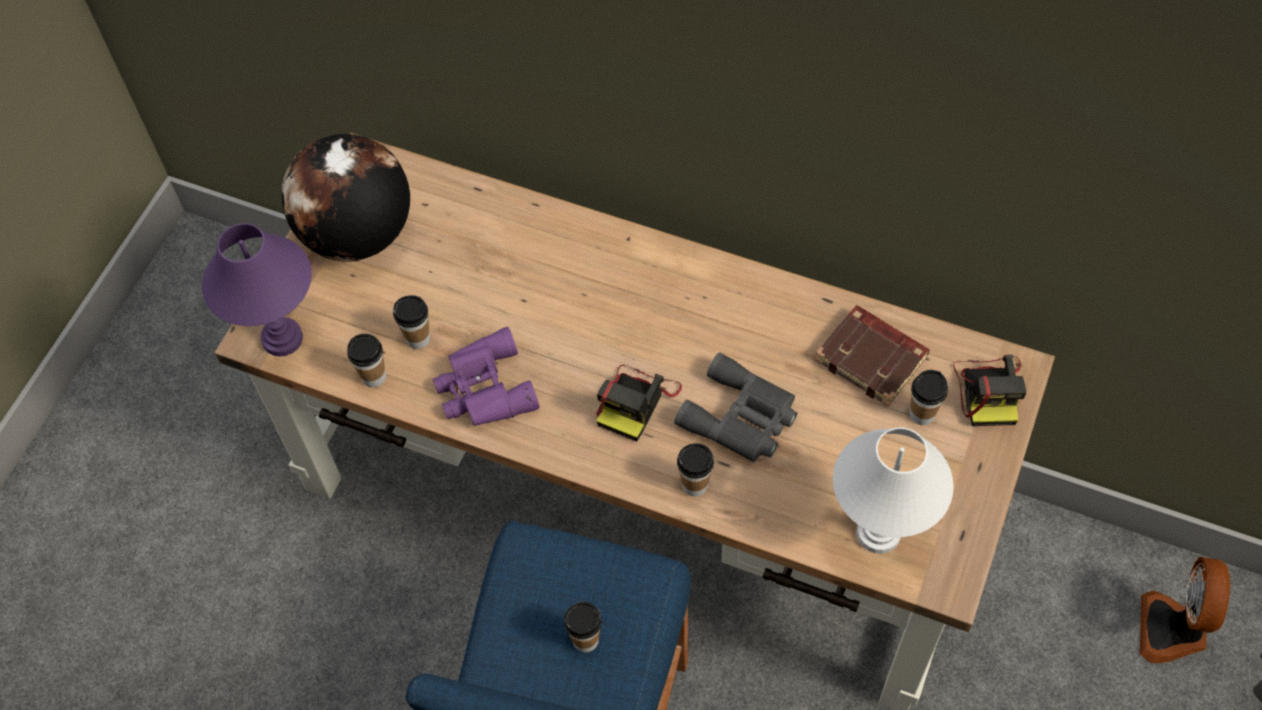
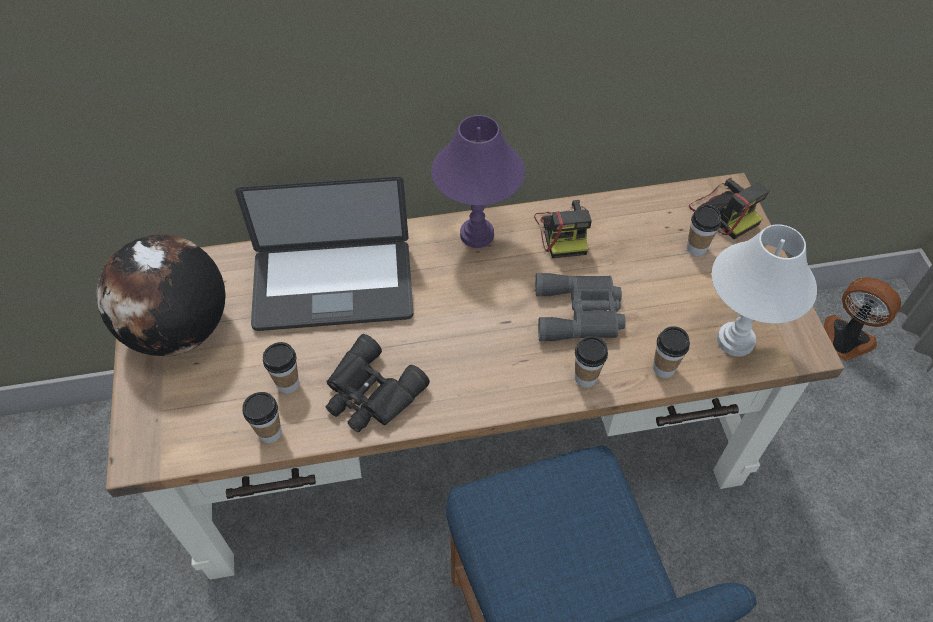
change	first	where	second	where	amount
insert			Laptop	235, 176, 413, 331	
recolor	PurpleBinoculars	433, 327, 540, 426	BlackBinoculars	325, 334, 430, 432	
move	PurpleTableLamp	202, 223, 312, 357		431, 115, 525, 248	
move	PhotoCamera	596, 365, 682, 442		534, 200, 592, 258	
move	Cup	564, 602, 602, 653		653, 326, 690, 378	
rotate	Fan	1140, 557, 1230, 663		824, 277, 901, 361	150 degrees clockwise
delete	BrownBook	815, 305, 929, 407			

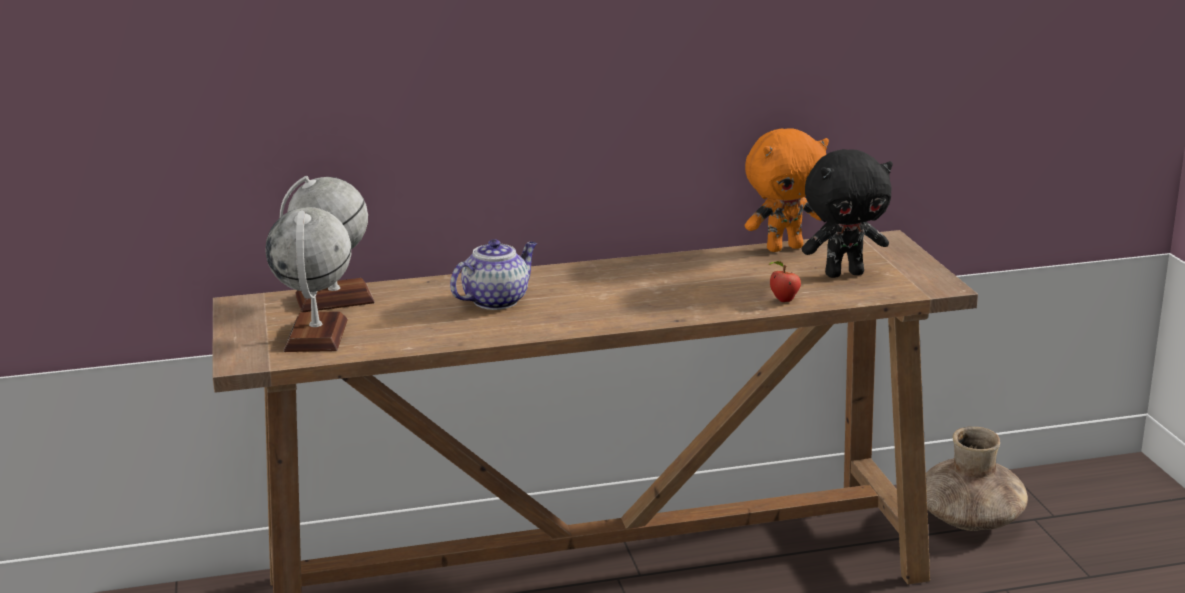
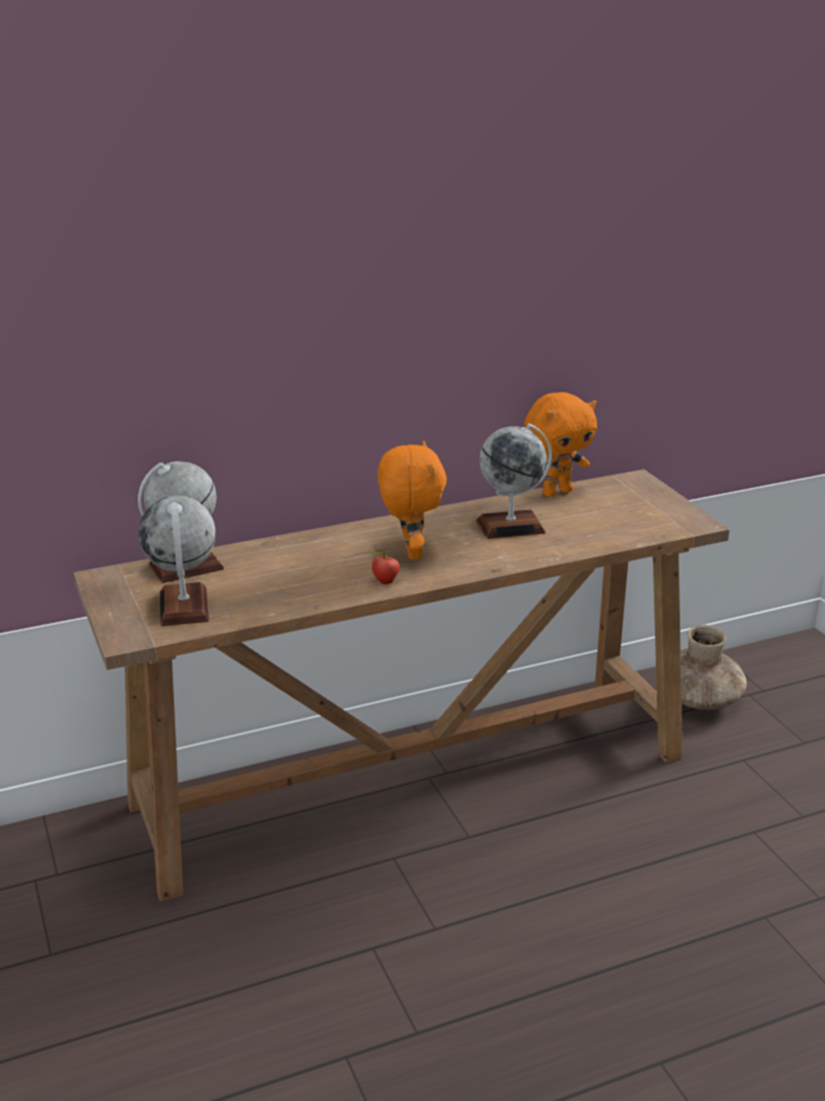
change	first	where	second	where	amount
move	Apple	769, 261, 801, 302		370, 550, 400, 585	
insert			OrangePlushToy	377, 441, 447, 560	
insert			Globe	476, 423, 552, 539	
delete	Teapot	450, 239, 537, 310			
delete	BlackPlushToy	802, 149, 893, 278			

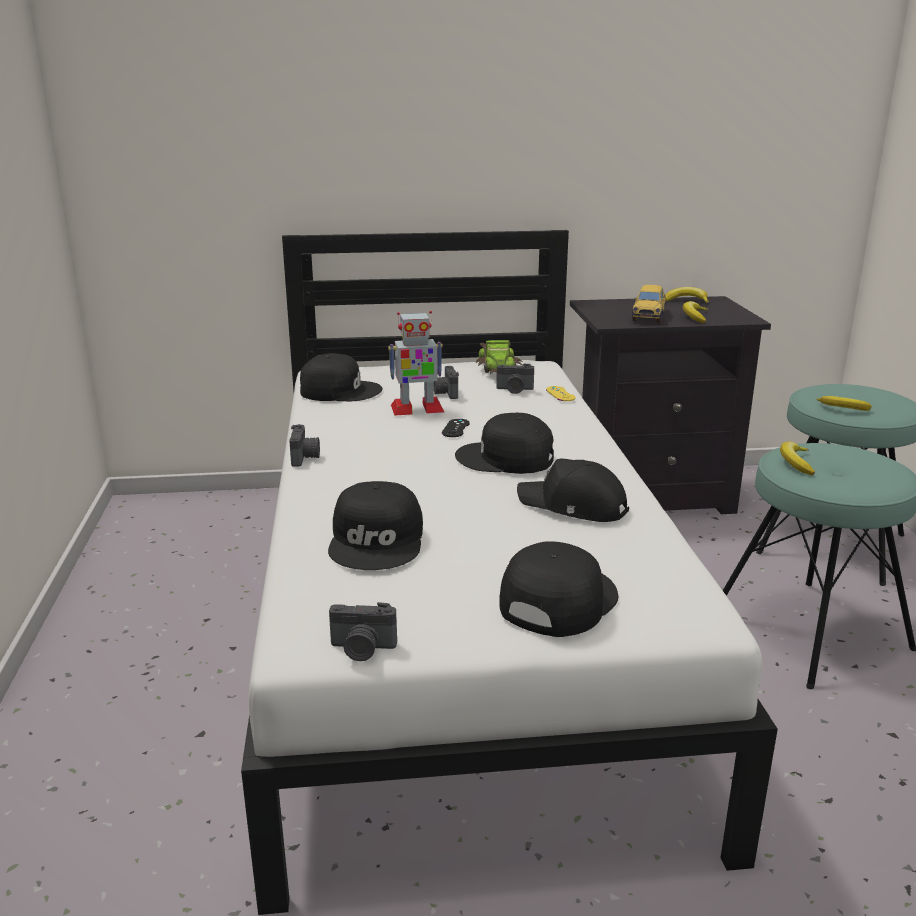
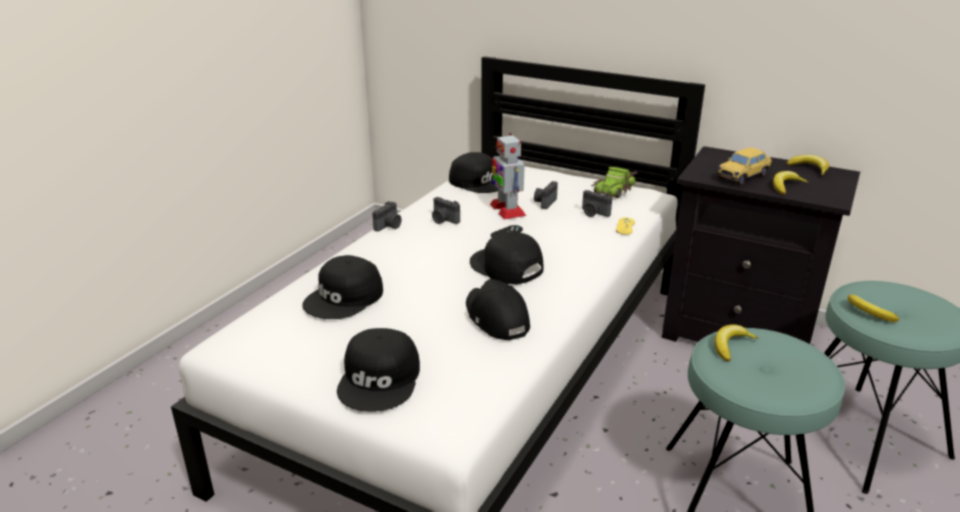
change	first	where	second	where	amount
rotate	BlackCap	499, 541, 618, 637		337, 328, 420, 412	120 degrees clockwise
move	PhotoCamera	329, 602, 397, 661		432, 197, 460, 224	
rotate	ToyRobot	388, 311, 444, 416		490, 133, 526, 220	45 degrees clockwise

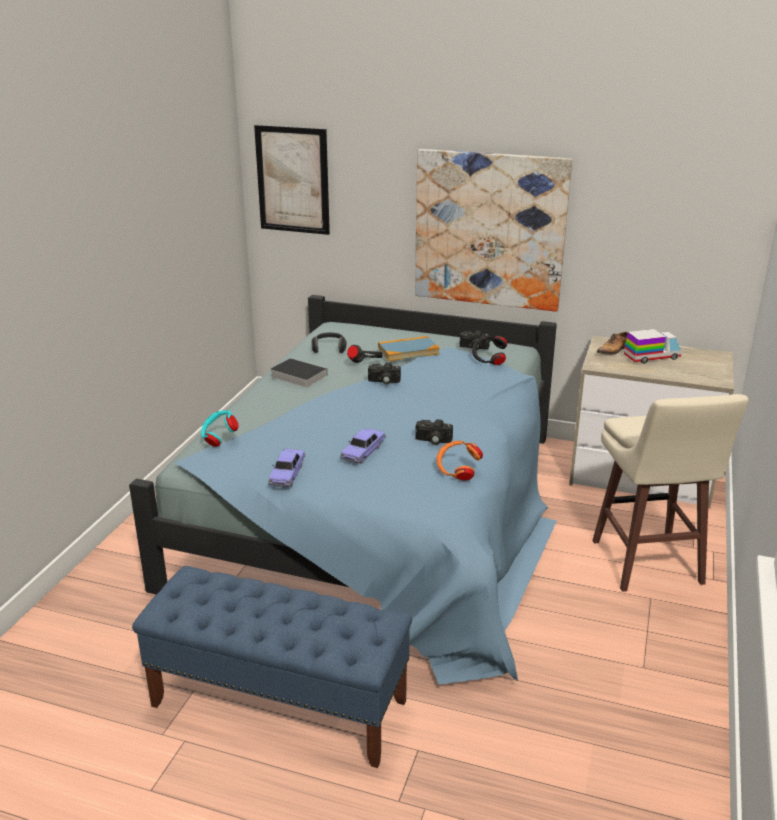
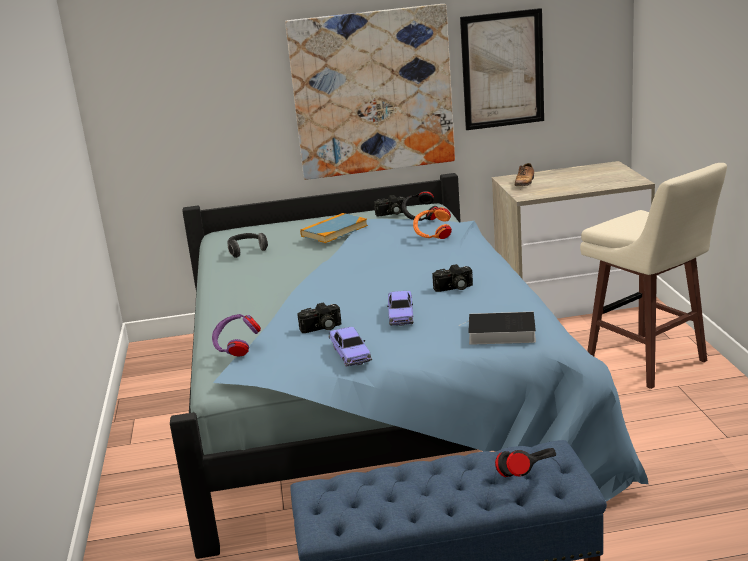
change	first	where	second	where	amount
recolor	TurquoiseHeadphones	201, 410, 239, 447	PurpleHeadphones	212, 314, 261, 356	
move	PhotoCamera	368, 362, 401, 384		297, 303, 342, 333	
move	OrangeHeadphones	436, 441, 483, 481		413, 207, 452, 239	
move	Book	270, 358, 327, 388		459, 312, 536, 345	
move	Picture	254, 125, 330, 235		460, 8, 544, 130	
move	BlackHeadphones	347, 345, 383, 363		495, 448, 556, 477	
delete	ToyTruck	624, 329, 682, 364			

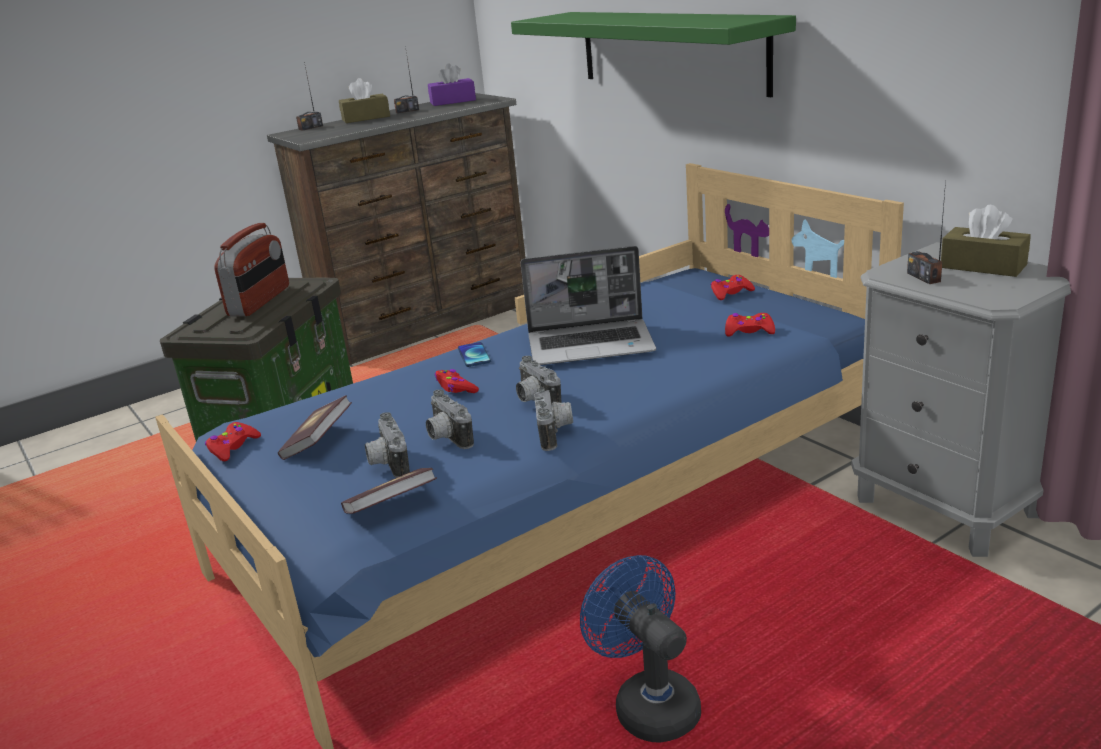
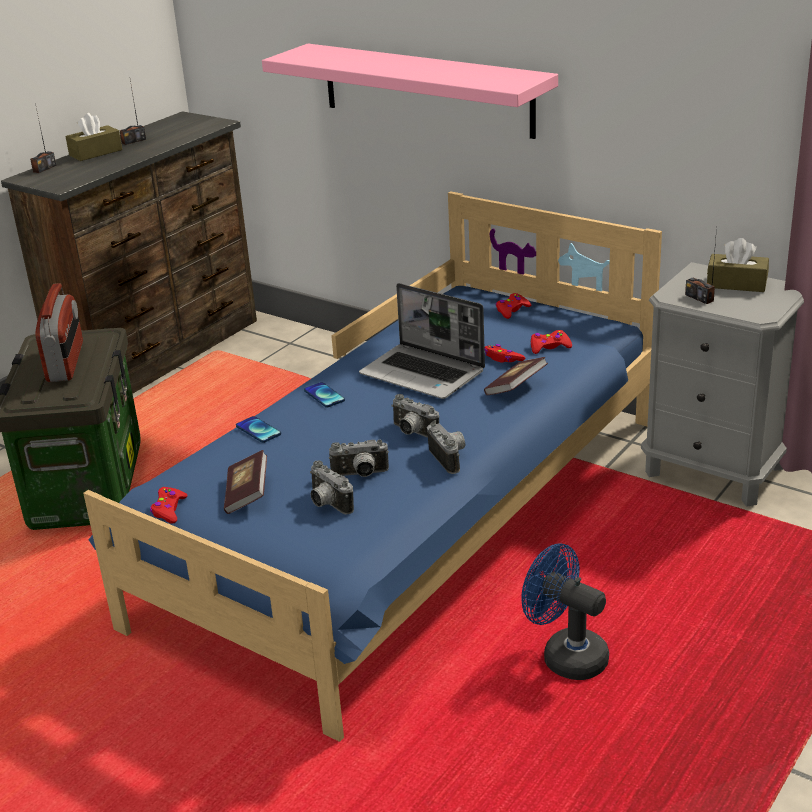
change	first	where	second	where	amount
insert			Phone	236, 416, 281, 443	
recolor	GreenShelf	511, 12, 796, 97	PinkShelf	262, 44, 558, 139	
rotate	PhotoCamera	426, 390, 474, 449		329, 440, 389, 477	45 degrees counterclockwise
rotate	Laptop	521, 246, 656, 365		359, 283, 485, 399	60 degrees clockwise
move	RedGameController	435, 369, 479, 393		484, 344, 525, 363	
move	Book	341, 468, 437, 514		484, 357, 548, 395	
delete	PurpleTissueBox	428, 63, 476, 106			

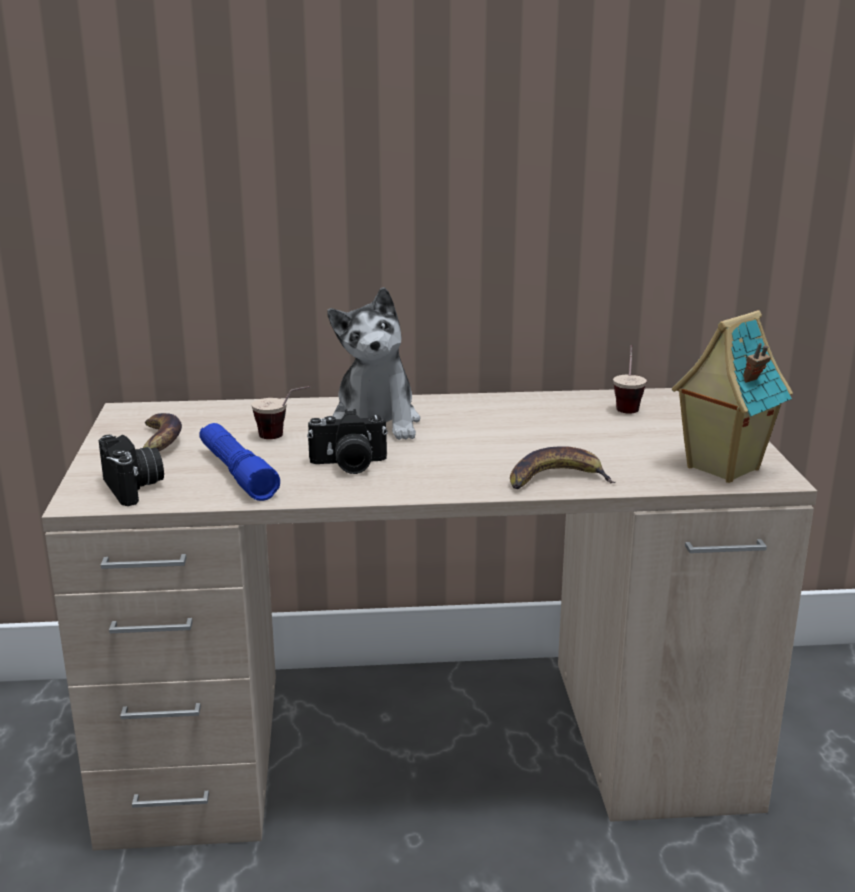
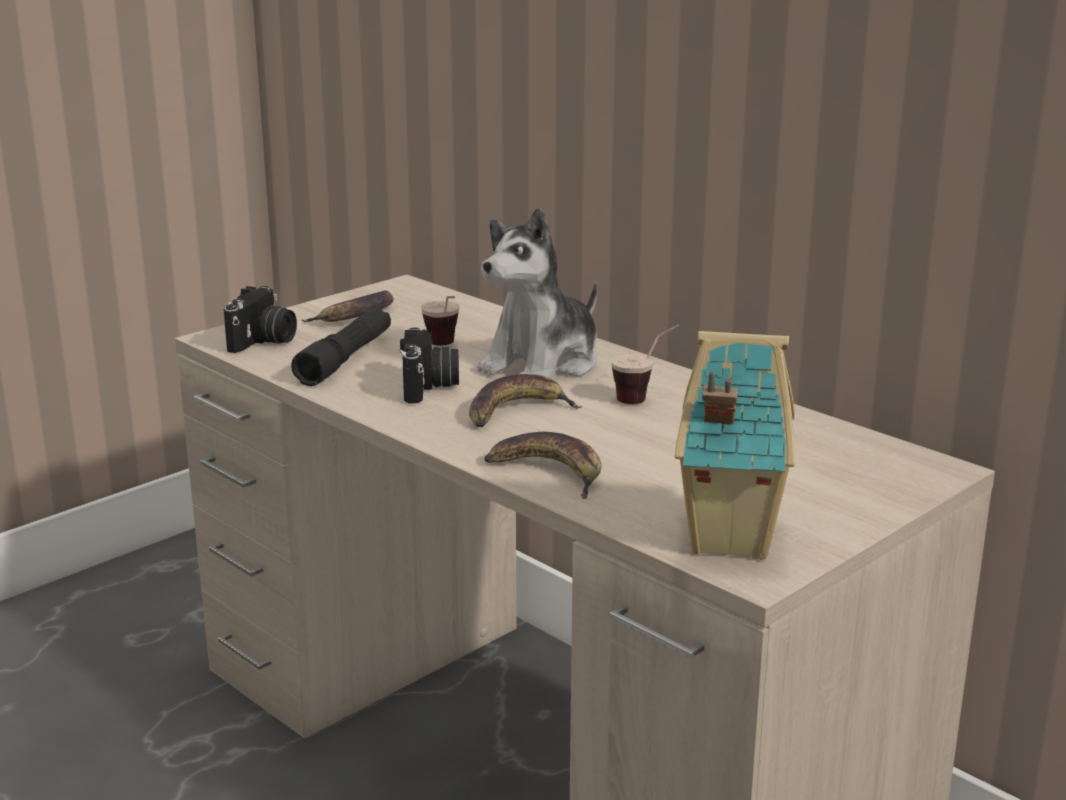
change	first	where	second	where	amount
recolor	BlueFlashlight	200, 423, 280, 501	BlackFlashlight	291, 308, 391, 386	
rotate	PhotoCamera	307, 409, 388, 474		398, 328, 459, 403	135 degrees counterclockwise
insert			Banana	469, 374, 583, 427	
move	Cup	613, 345, 647, 413		611, 324, 680, 404	

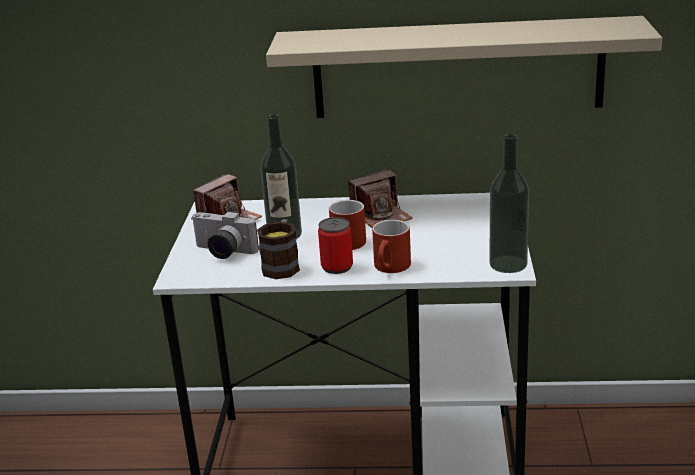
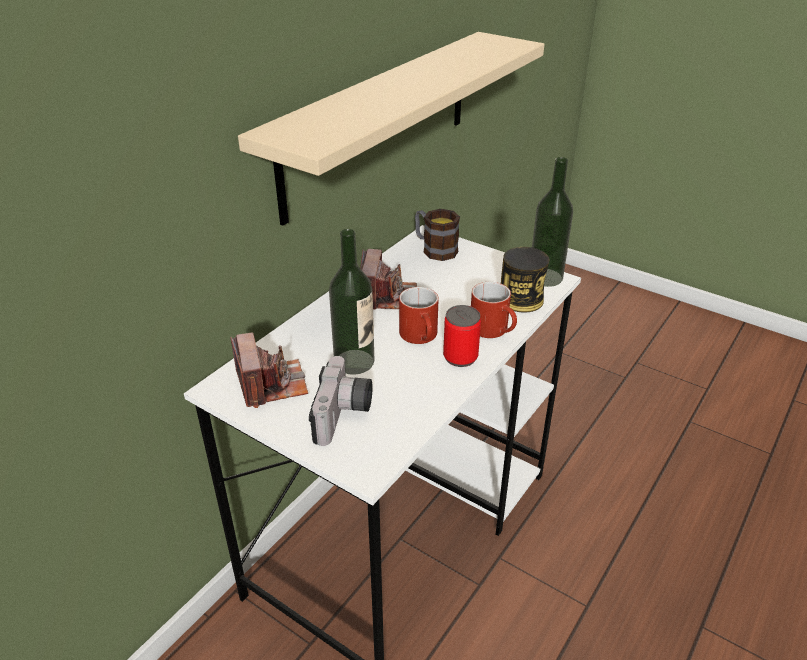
change	first	where	second	where	amount
rotate	PhotoCamera	192, 211, 259, 259		309, 356, 373, 446	45 degrees counterclockwise
move	Mug	257, 219, 300, 279		415, 209, 460, 261	
insert			Can	501, 247, 550, 313	

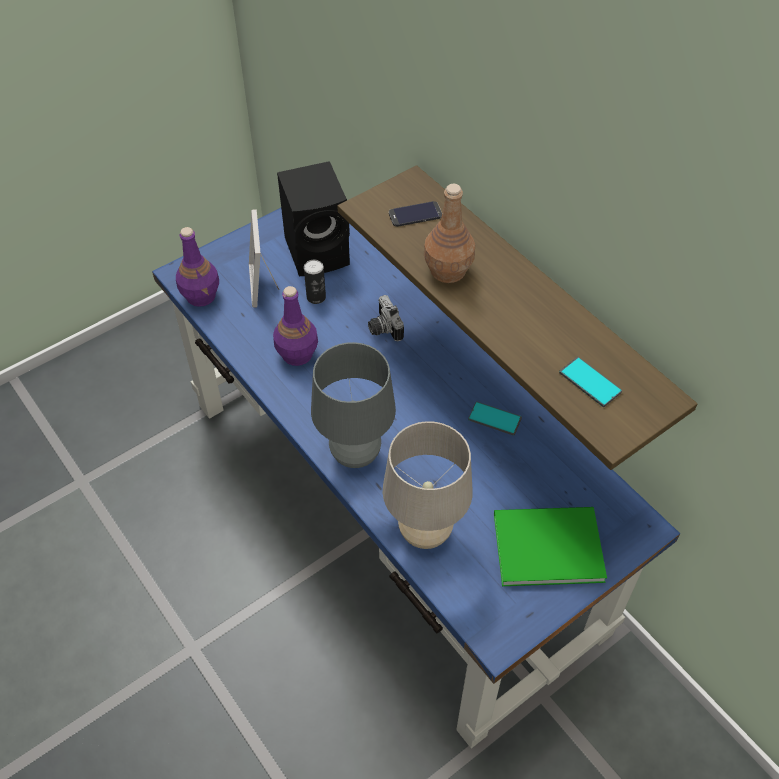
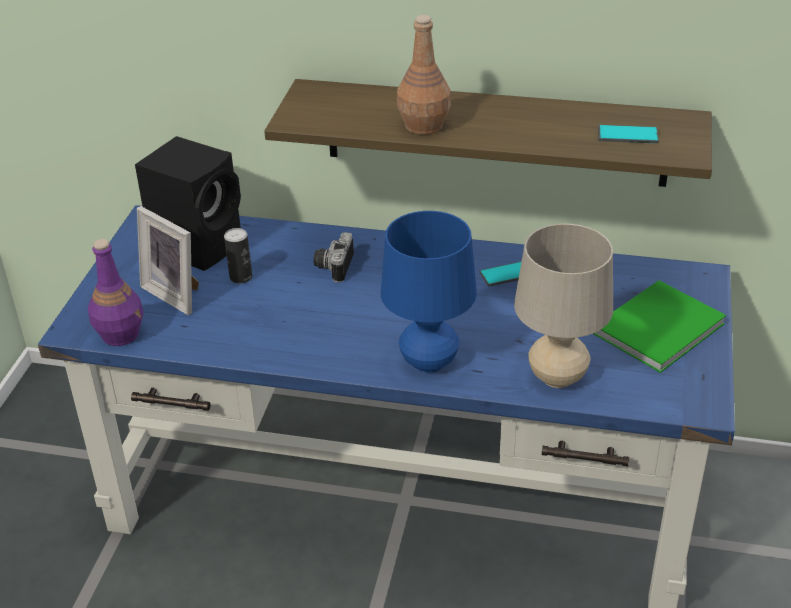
change	first	where	second	where	amount
rotate	PhotoCamera	368, 295, 404, 342		314, 232, 354, 283	75 degrees clockwise
recolor	GreyTableLamp	311, 342, 396, 468	BlueTableLamp	380, 211, 477, 373	
delete	PurpleBottle	273, 286, 318, 366			
delete	Phone	389, 201, 442, 227			

